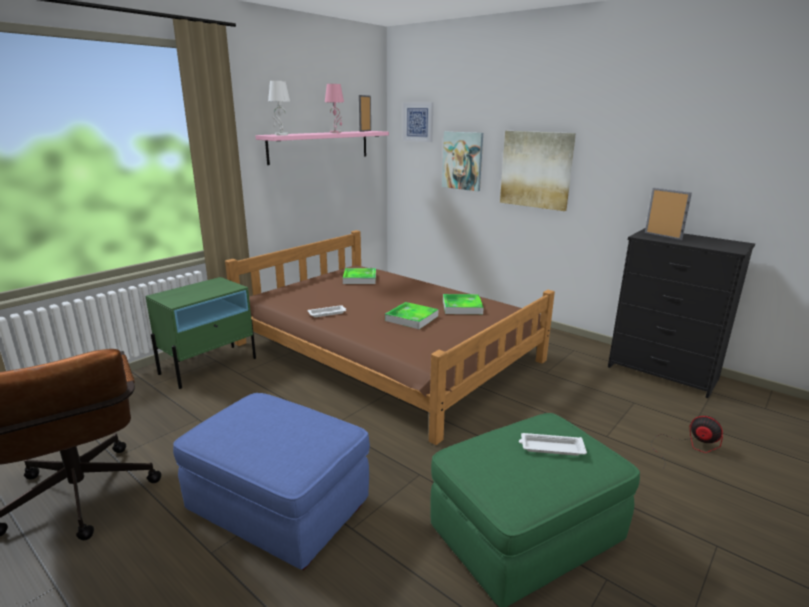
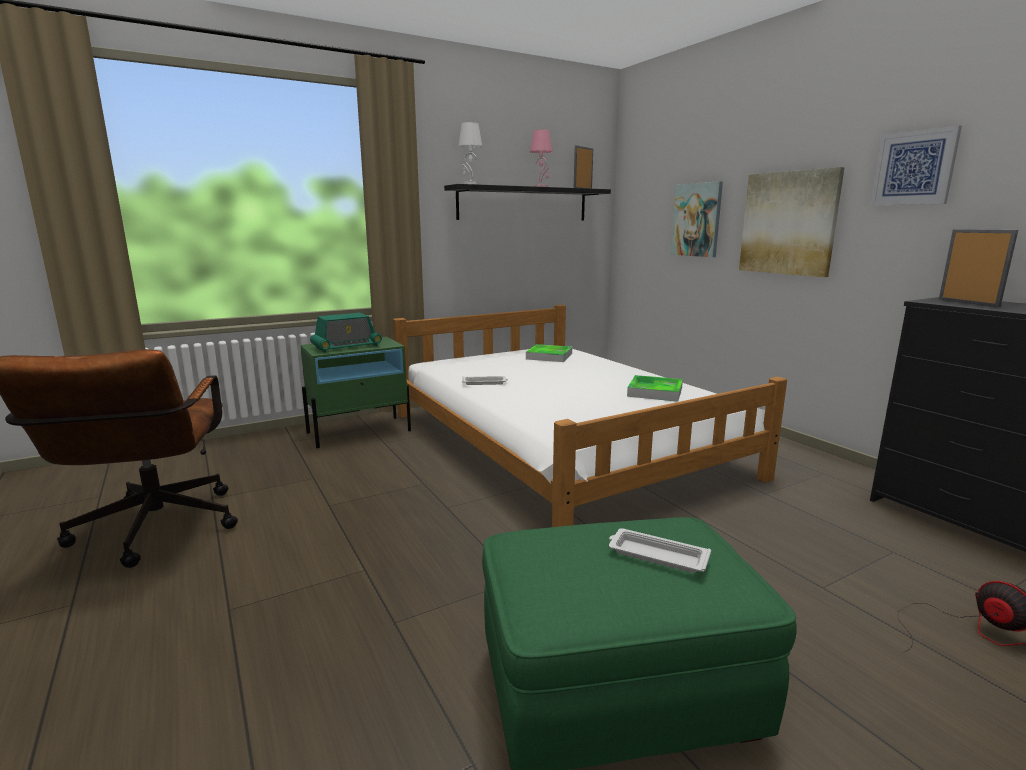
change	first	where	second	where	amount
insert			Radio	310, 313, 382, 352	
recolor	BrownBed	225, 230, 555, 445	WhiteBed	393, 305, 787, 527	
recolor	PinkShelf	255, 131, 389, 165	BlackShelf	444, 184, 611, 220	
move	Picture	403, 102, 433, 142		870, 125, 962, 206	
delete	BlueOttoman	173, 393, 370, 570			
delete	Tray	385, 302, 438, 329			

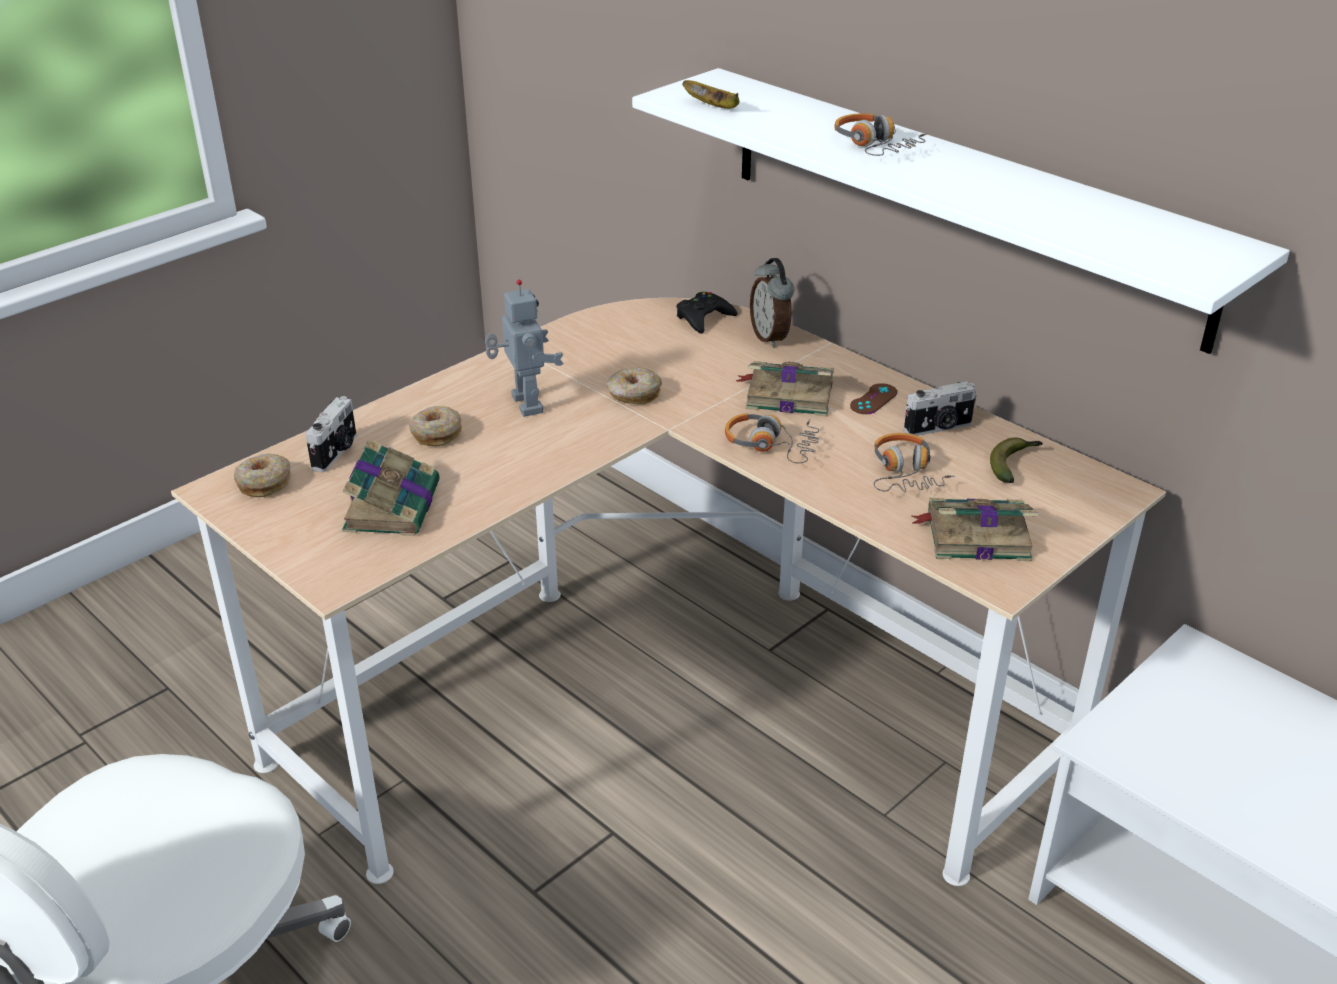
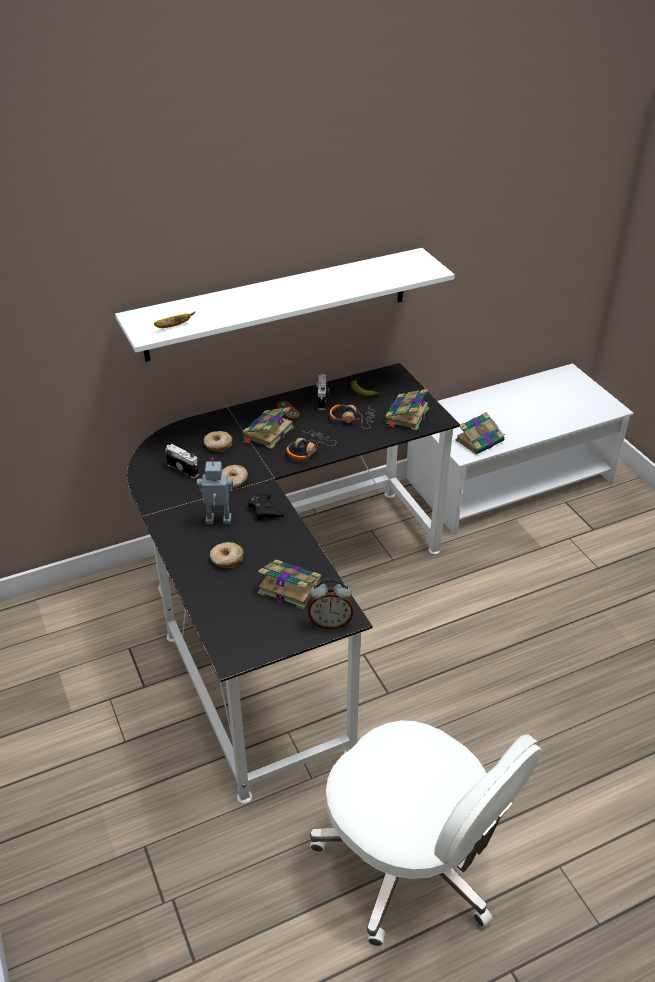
change	first	where	second	where	amount
recolor	BeigeDesk	171, 298, 1166, 886	BlackDesk	127, 363, 460, 804	
move	PhotoCamera	305, 396, 357, 472		165, 444, 199, 478	
move	Donut	234, 454, 291, 497		204, 431, 232, 452	
move	BlackGameController	676, 292, 737, 334		248, 494, 284, 520	
move	AlarmClock	750, 258, 794, 348		308, 578, 354, 629	
insert			Book	455, 412, 505, 455	
delete	Headphones	834, 113, 928, 156			

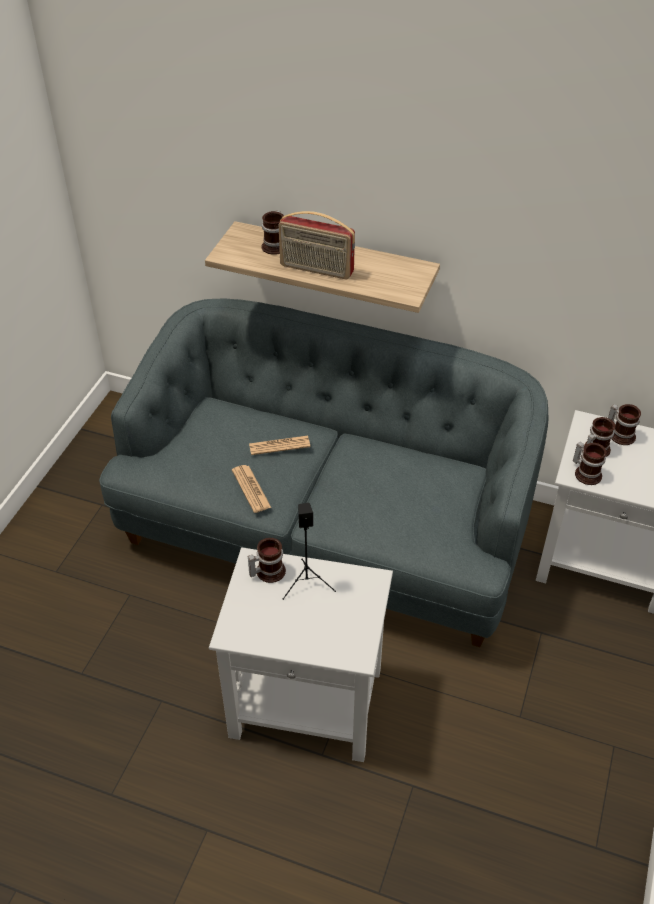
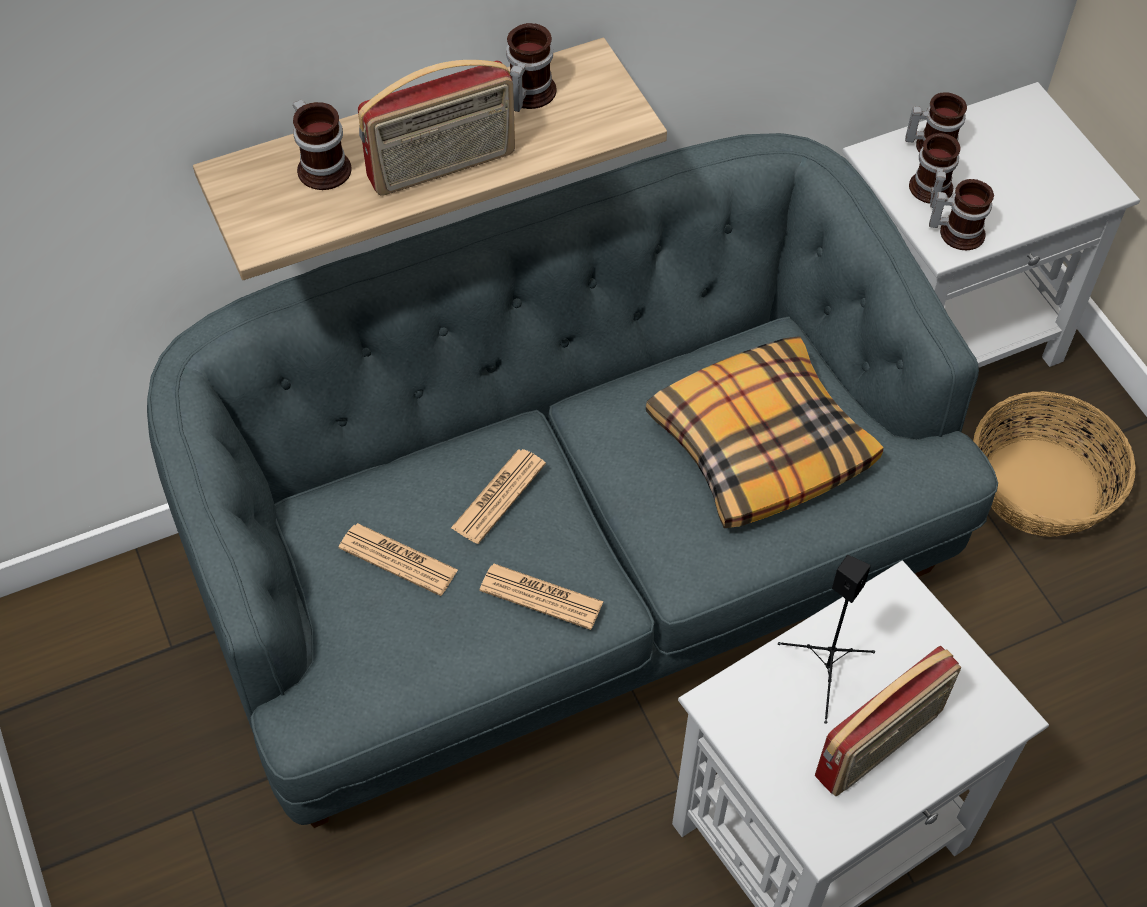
change	first	where	second	where	amount
insert			Newspaper	339, 523, 458, 596	
move	Mug	248, 538, 286, 583		506, 23, 557, 112	
insert			Pillow	646, 336, 883, 528	
insert			Radio	815, 646, 961, 796	
insert			Basket	973, 391, 1136, 537	

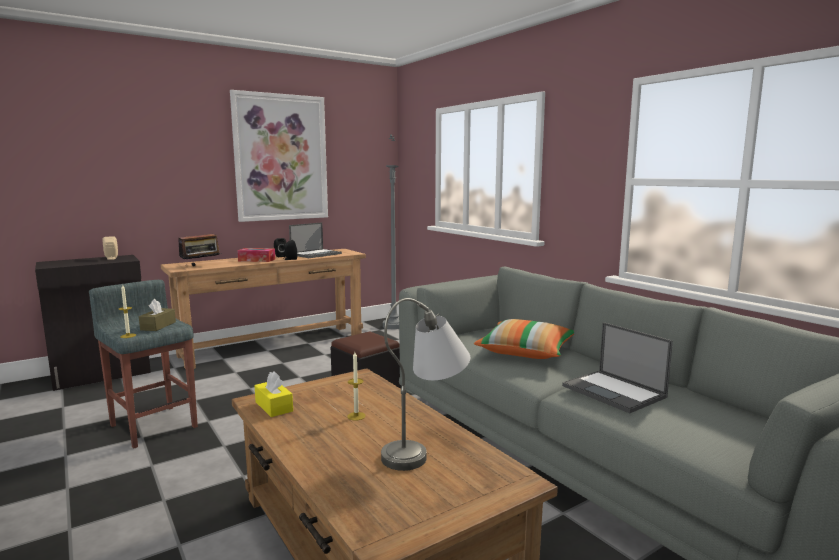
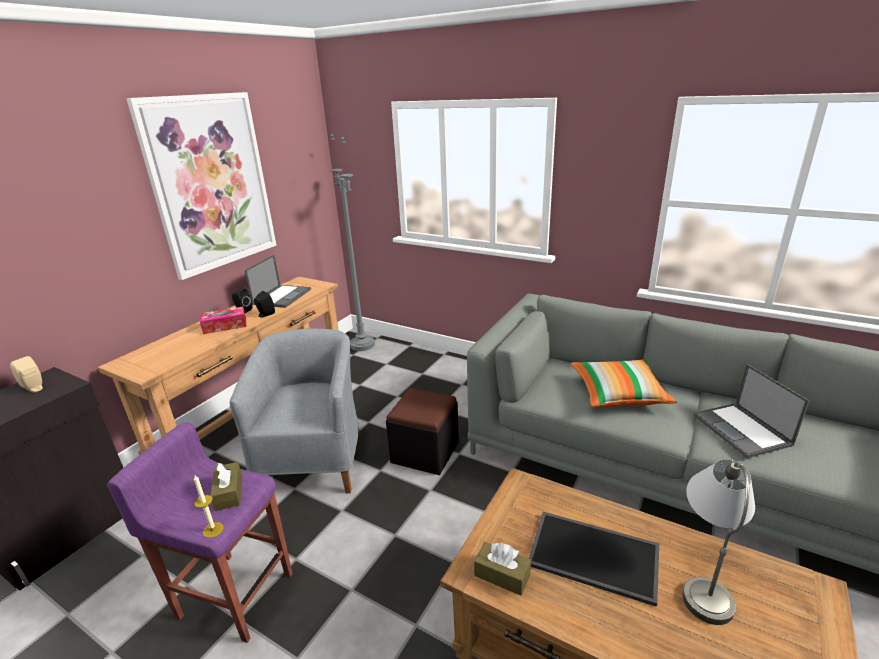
change	first	where	second	where	amount
recolor	GreyStool	89, 280, 198, 448	PurpleStool	107, 422, 293, 643	
insert			GreyArmchair	230, 329, 361, 493	
recolor	YellowTissueBox	254, 371, 293, 417	BrownTissueBox	474, 542, 531, 596	
replace	Candle	347, 352, 366, 421	Tray	529, 512, 659, 607	
rotate	Laptop	562, 322, 673, 413		693, 364, 809, 458	45 degrees clockwise
delete	Radio	178, 228, 220, 266			

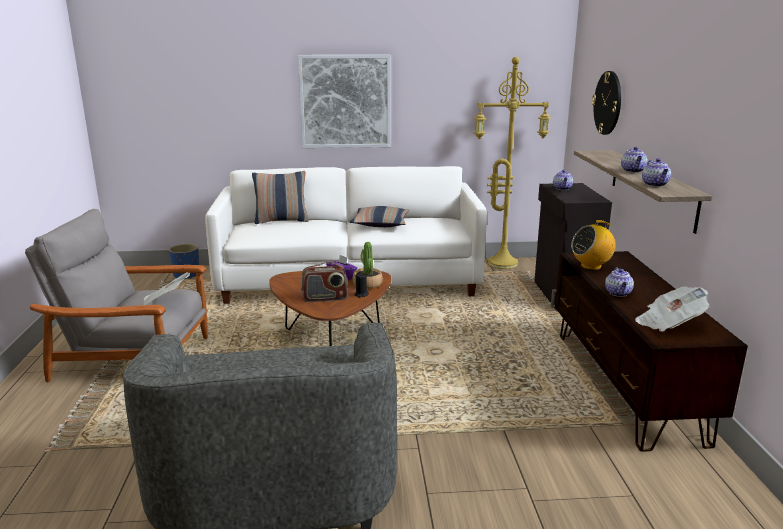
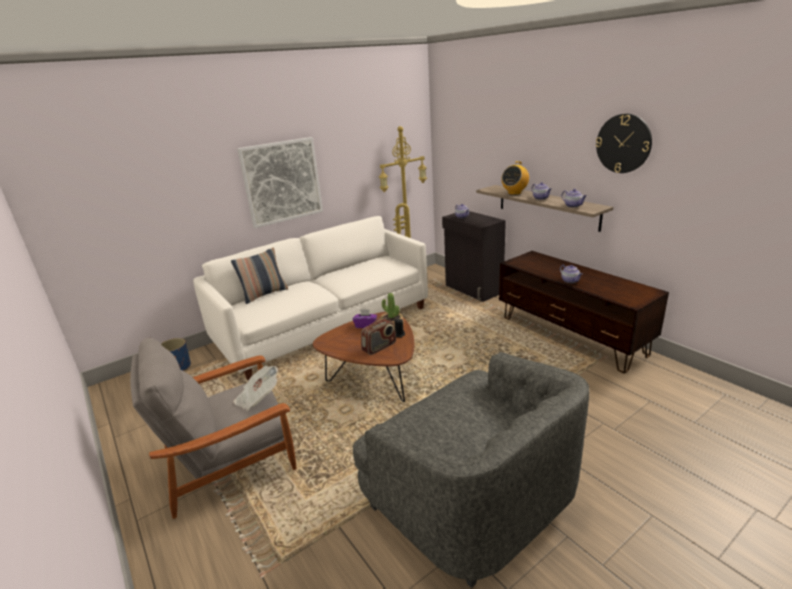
change	first	where	second	where	amount
move	Radio	571, 220, 615, 270		501, 161, 529, 195	
move	WallClock	592, 71, 621, 135		596, 114, 652, 173	
delete	Pillow	350, 206, 409, 227			
delete	Newspaper	635, 286, 709, 332			

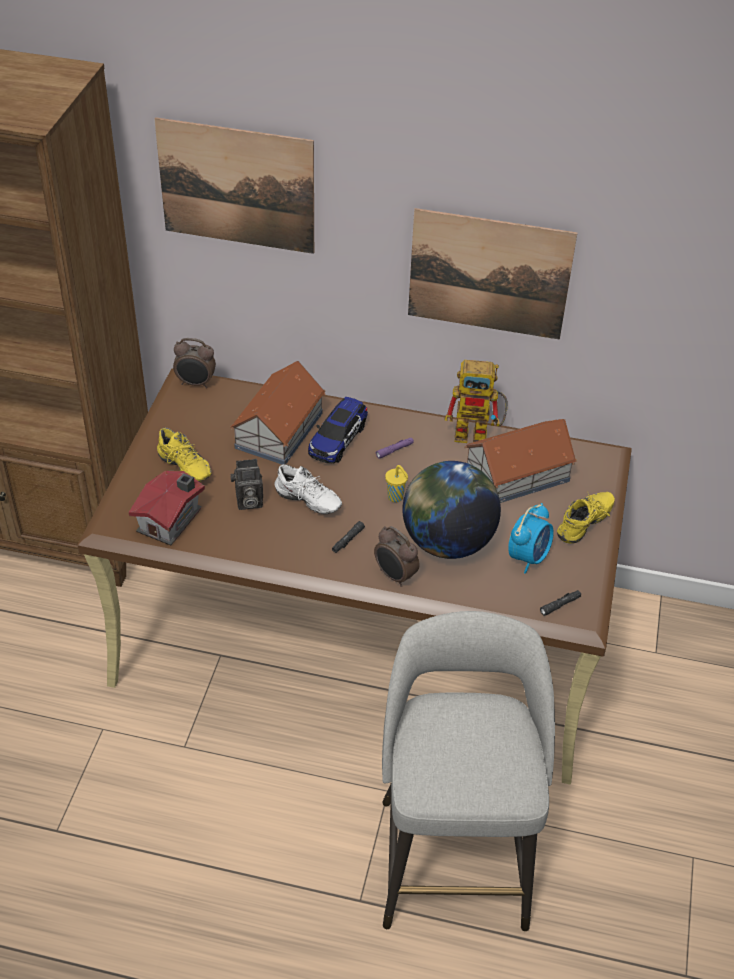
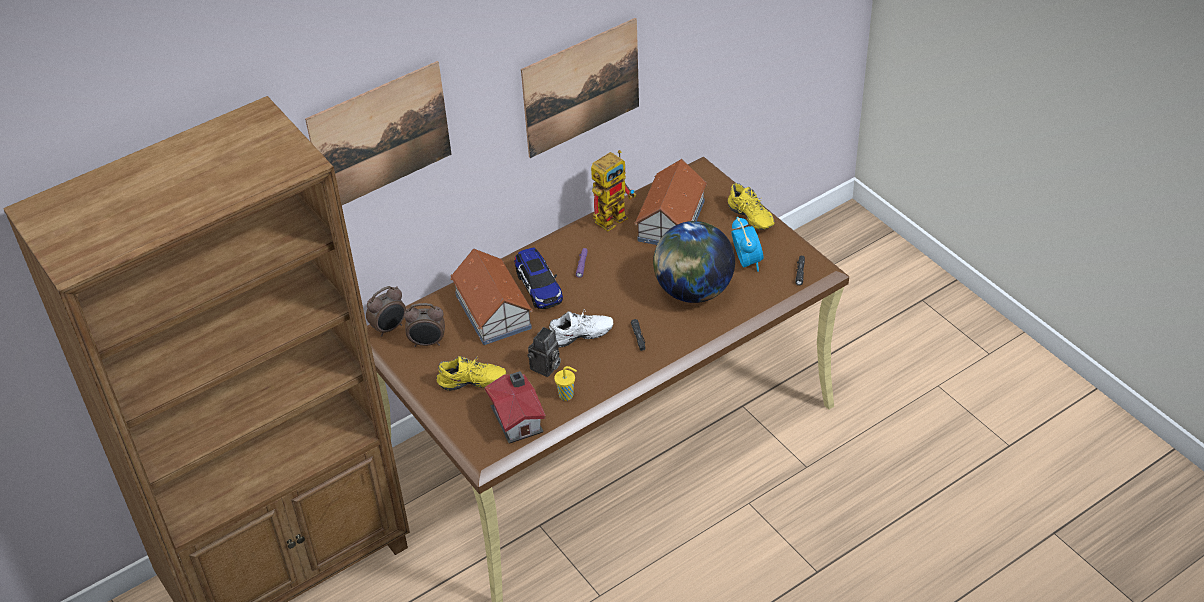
change	first	where	second	where	amount
move	AlarmClock	374, 526, 420, 587		404, 303, 445, 347	
move	YellowCup	385, 465, 408, 502		554, 366, 577, 401	
rotate	YellowShoe	557, 491, 615, 544		728, 183, 775, 230	150 degrees clockwise
delete	GreyStool	382, 611, 555, 931			

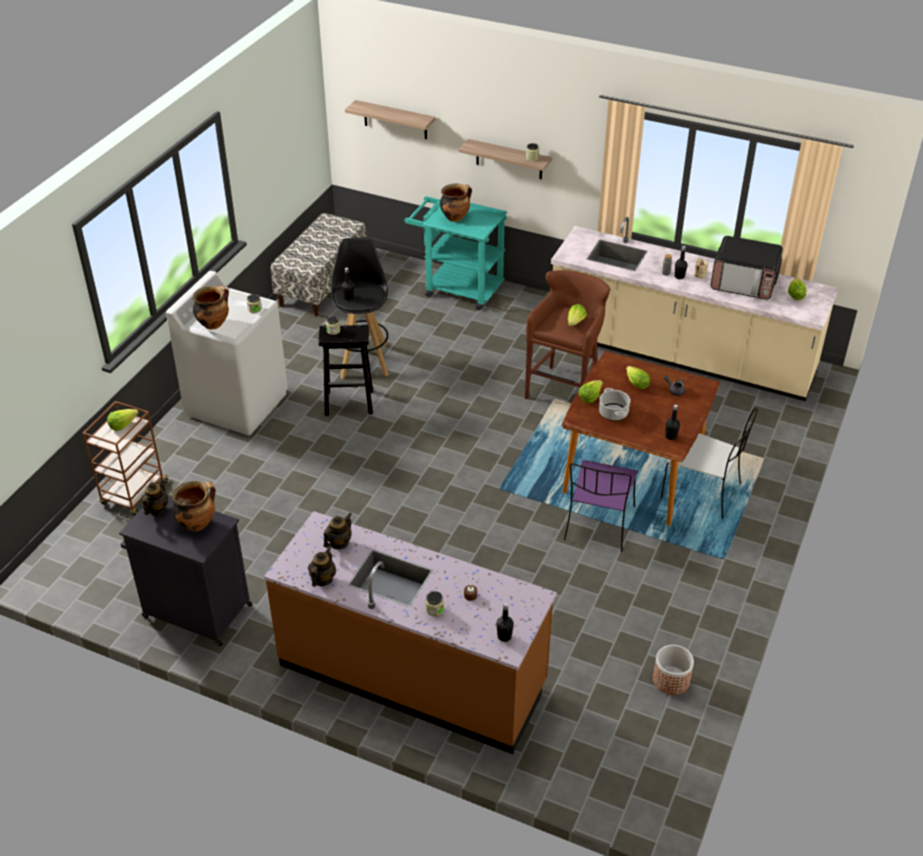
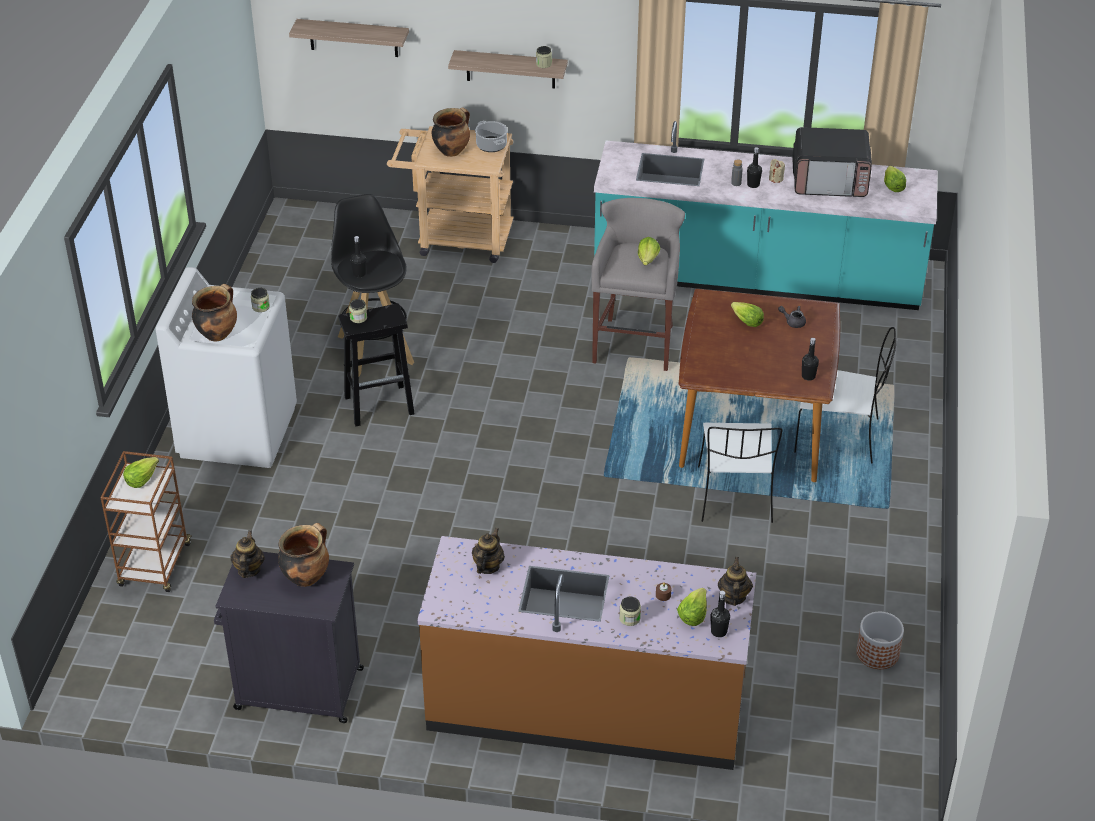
change	first	where	second	where	amount
recolor	TurquoiseCart	404, 196, 507, 310	BeigeCart	387, 126, 514, 263	
move	CookingPot	599, 388, 631, 421		475, 121, 508, 152	
recolor	BrownStool	525, 270, 611, 399	GreyStool	591, 198, 685, 371	
recolor	BeigeCounter	551, 217, 838, 401	TurquoiseCounter	594, 121, 938, 310	
move	Lettuce	579, 380, 603, 403		677, 588, 707, 626	
recolor	PurpleChair	564, 460, 638, 552	WhiteChair	698, 423, 782, 523	
move	Teapot	308, 546, 336, 587		718, 557, 753, 606	
delete	Bench	271, 213, 367, 317			

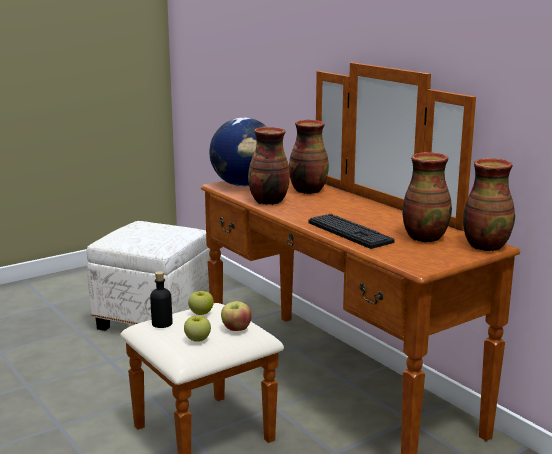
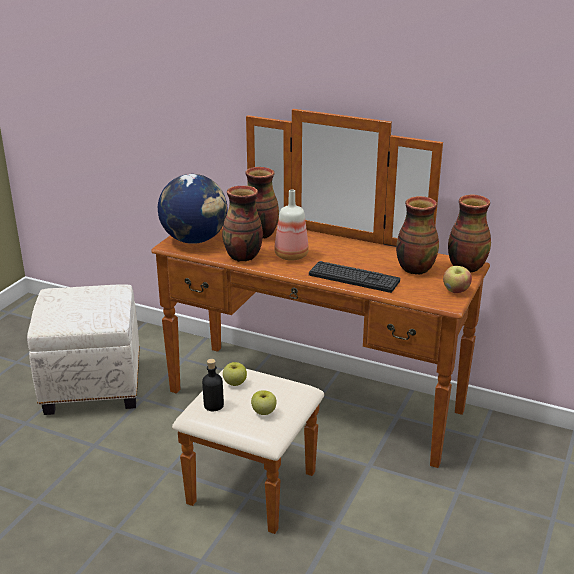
change	first	where	second	where	amount
insert			Bottle	274, 189, 309, 261	
move	Apple	221, 301, 252, 331		443, 266, 472, 293	

